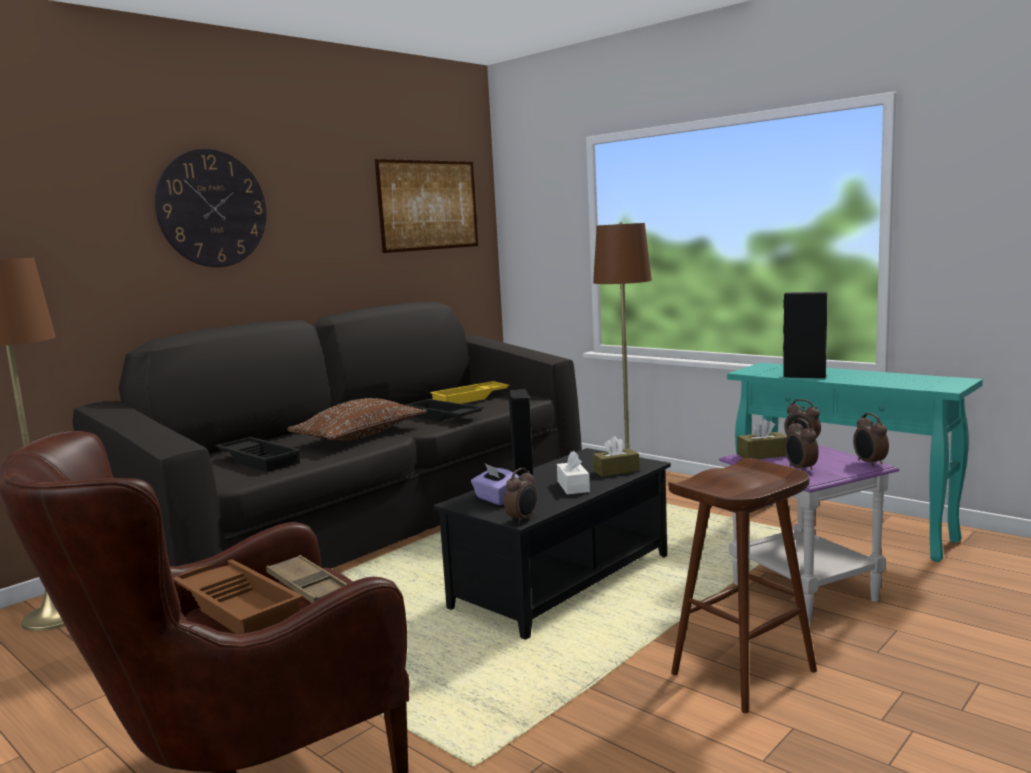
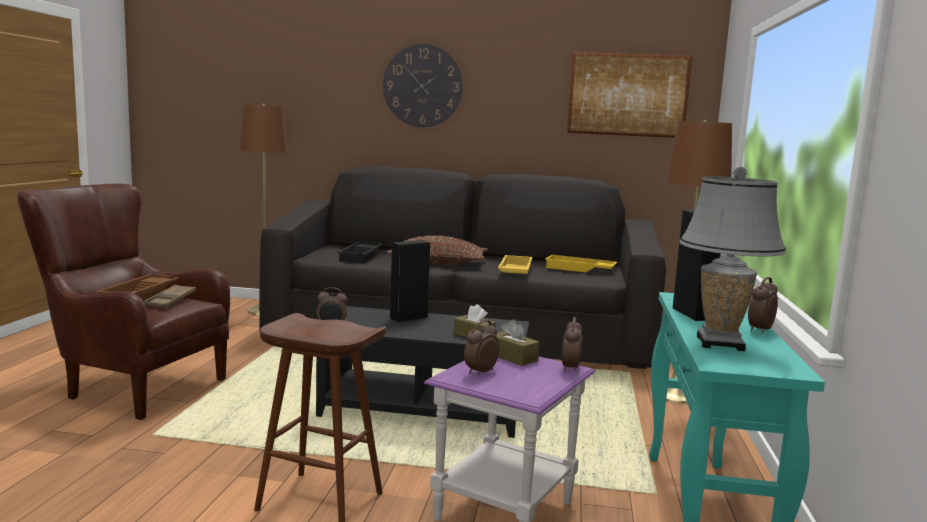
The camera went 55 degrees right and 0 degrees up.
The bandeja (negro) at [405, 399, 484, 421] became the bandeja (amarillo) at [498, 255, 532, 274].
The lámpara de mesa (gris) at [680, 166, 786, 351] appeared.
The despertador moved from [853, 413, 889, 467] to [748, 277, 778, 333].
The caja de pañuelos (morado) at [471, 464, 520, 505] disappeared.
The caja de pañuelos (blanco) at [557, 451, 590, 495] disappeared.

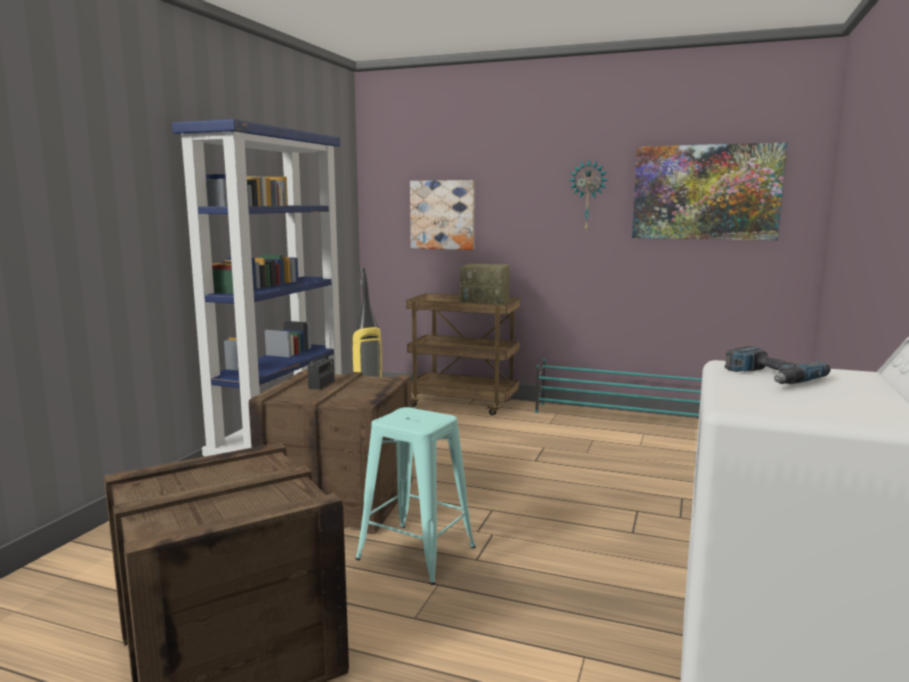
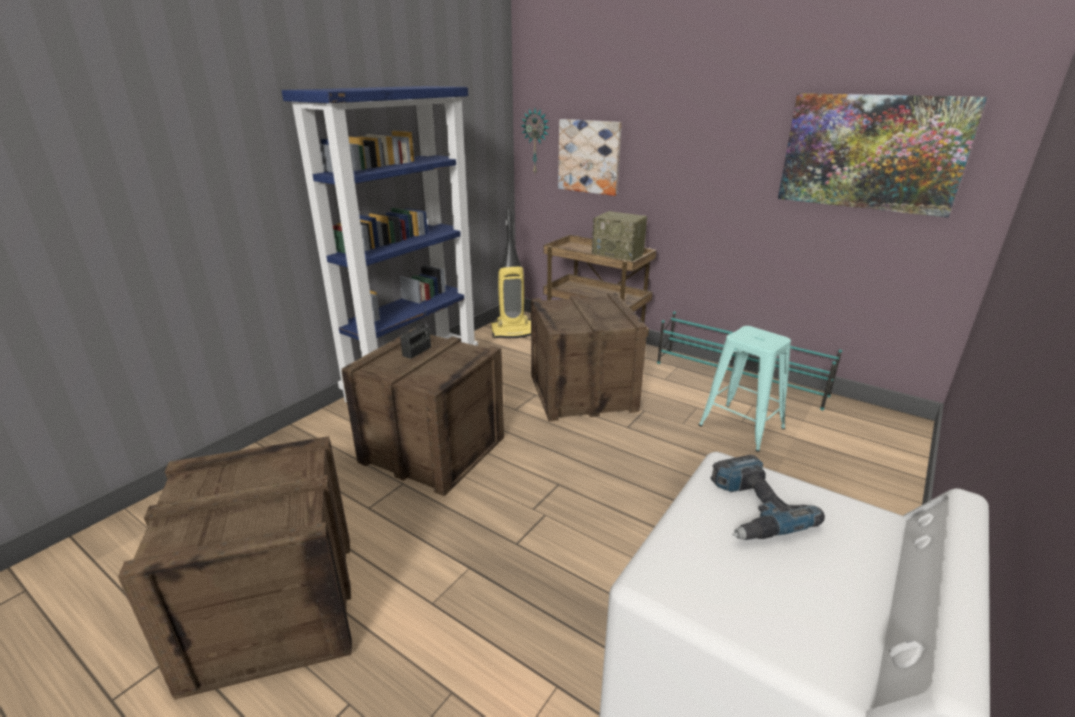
The camera went 15 degrees right and 15 degrees up.
The reloj de pared moved from [569, 160, 608, 231] to [522, 109, 549, 173].
The caja de embalaje at [531, 293, 647, 422] appeared.
The taburete (turquesa) moved from [355, 407, 476, 585] to [699, 326, 791, 452].

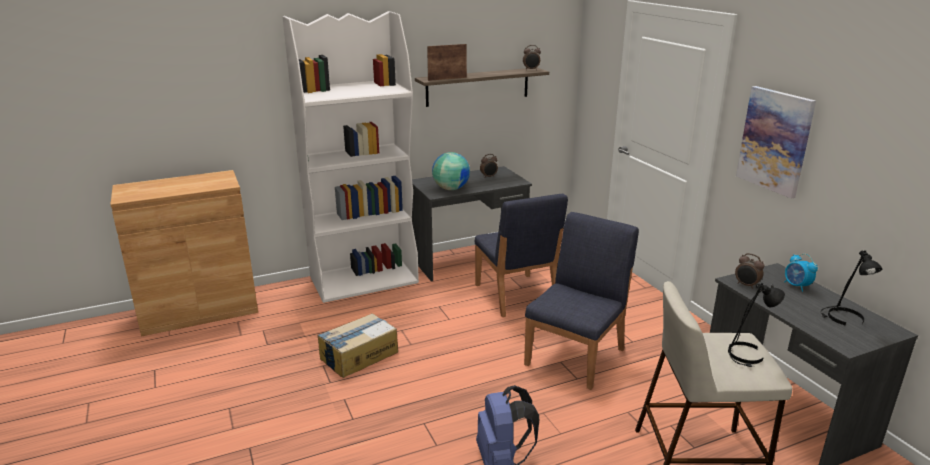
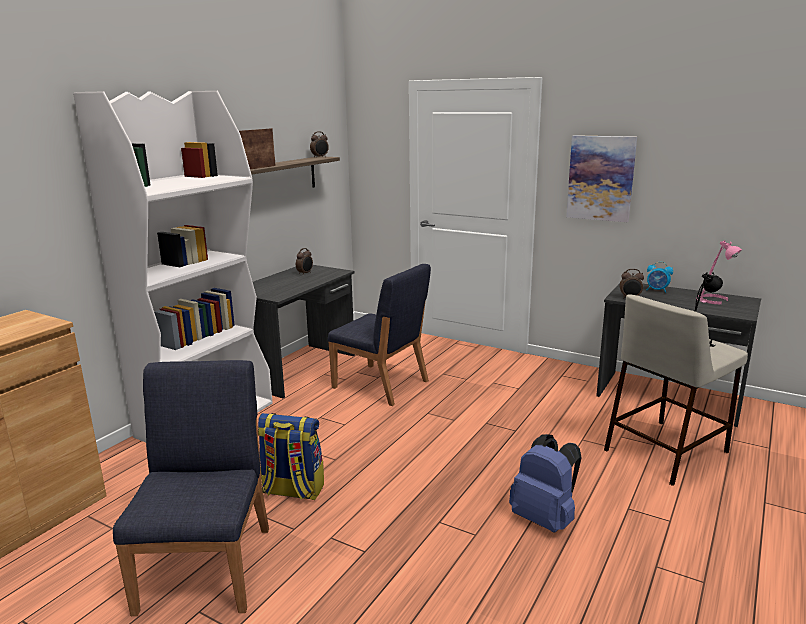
The camera went 35 degrees left and 5 degrees down.
The silla (azul) moved from [524, 212, 639, 390] to [113, 360, 269, 616].
The caja de cartón at [318, 313, 398, 378] was replaced by the mochila at [258, 413, 324, 500].
The lámpara de mesa (negro) at [820, 250, 882, 325] became the lámpara de mesa (rosa) at [696, 240, 742, 304].
The globo terráqueo at [432, 152, 470, 190] disappeared.

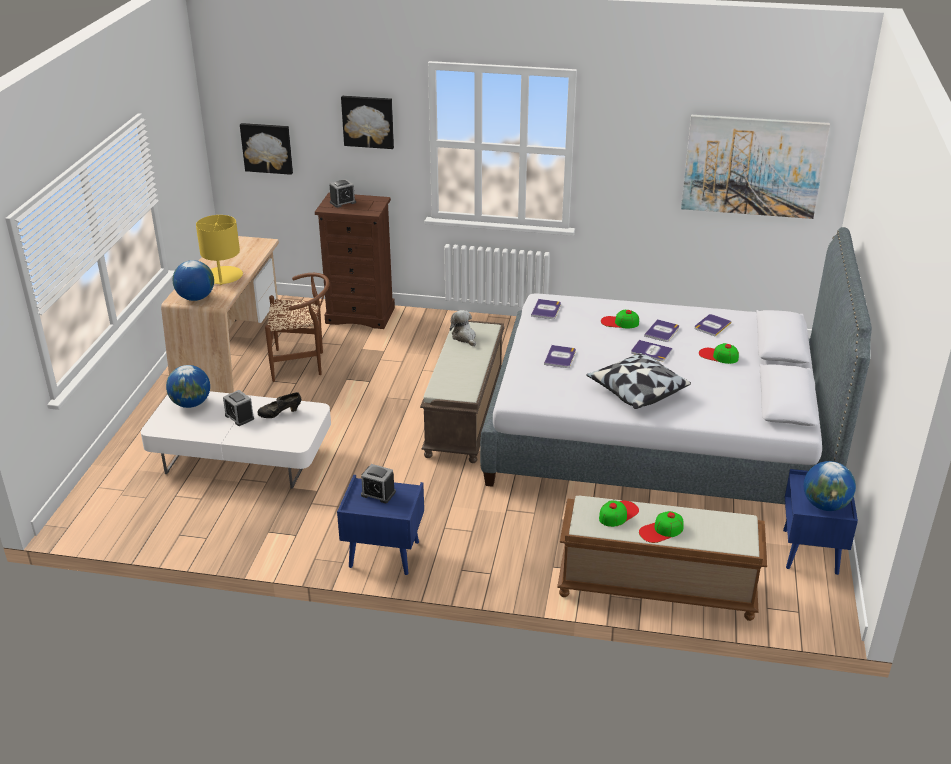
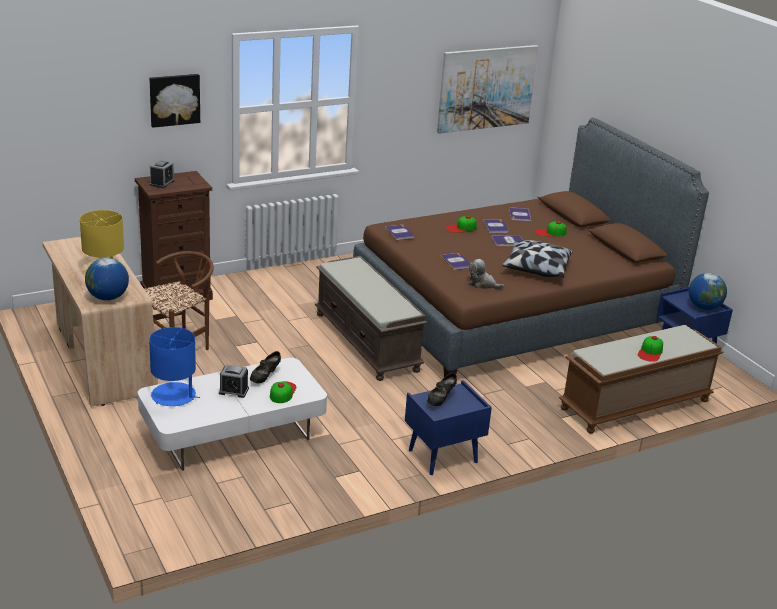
The camera went 40 degrees left and 5 degrees down.
The globo terráqueo at [166, 365, 210, 408] was replaced by the lámpara de mesa (azul) at [149, 327, 200, 406].
The gorra moved from [599, 501, 639, 527] to [270, 381, 296, 403].
The cama (gris) at [480, 227, 872, 504] became the cama (marrón) at [353, 117, 709, 377].
The despertador at [361, 464, 396, 503] was replaced by the zapato (negro) at [427, 373, 457, 407].
The peluche moved from [450, 310, 476, 347] to [468, 259, 504, 289].
The cuadro at [240, 123, 293, 175] disappeared.

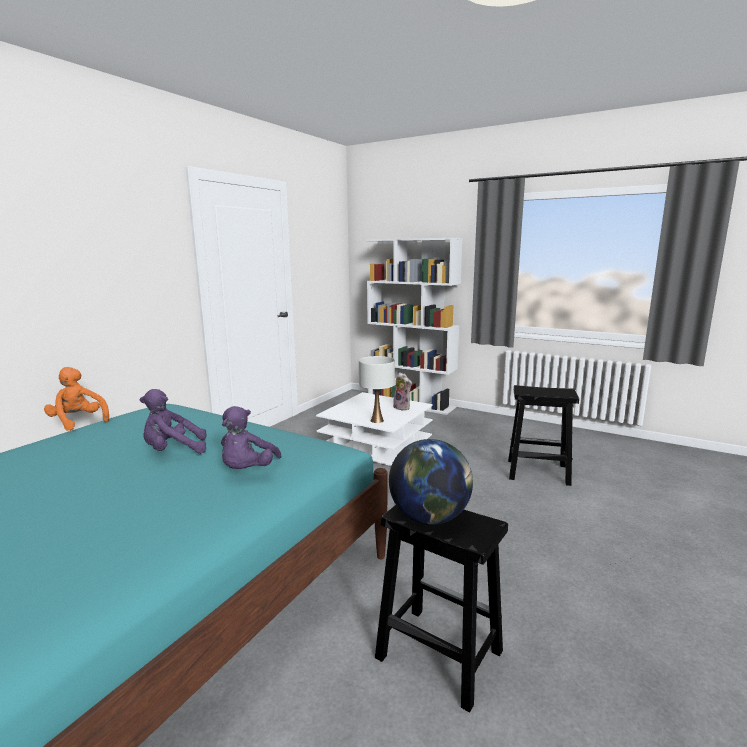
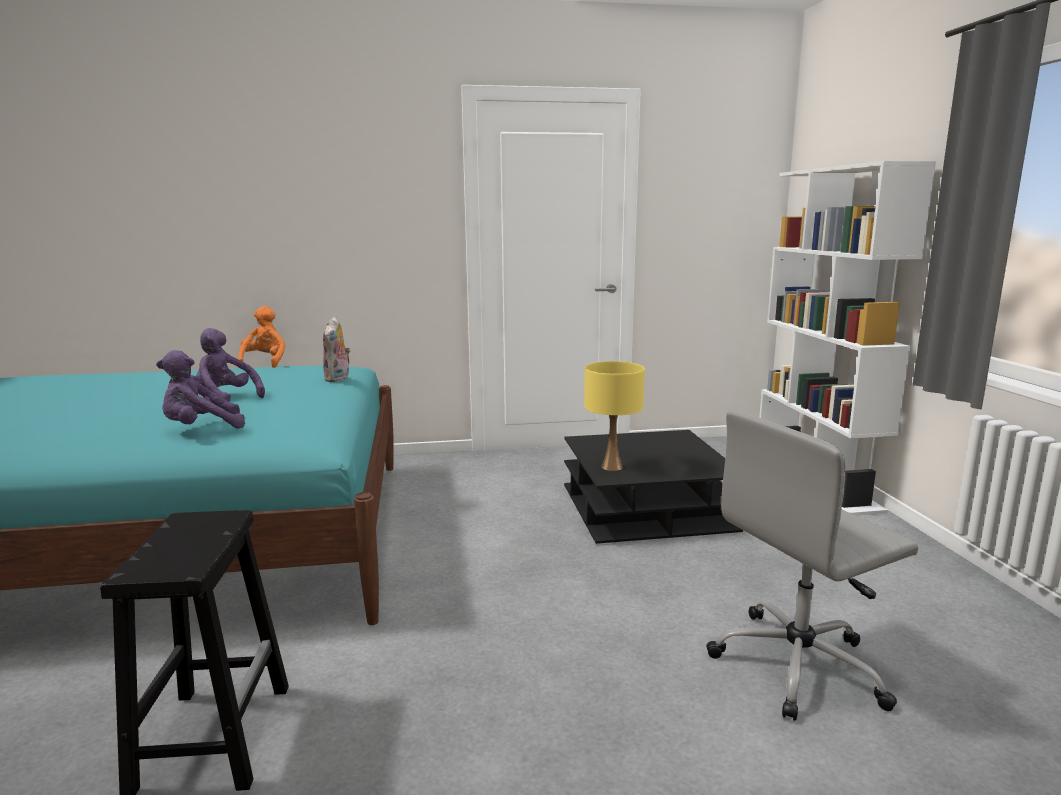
The camera went 50 degrees right and 0 degrees up.
The peluche moved from [393, 372, 412, 411] to [323, 317, 351, 382].
The mesa de centro (blanco) at [316, 392, 433, 466] became the mesa de centro (negro) at [564, 430, 743, 544].
The lámpara de mesa (blanco) at [359, 356, 395, 423] became the lámpara de mesa (amarillo) at [584, 361, 645, 471].
The taburete (negro) at [508, 385, 579, 486] was replaced by the silla de oficina (gris) at [706, 412, 918, 721].
The globo terráqueo at [389, 439, 473, 524] disappeared.

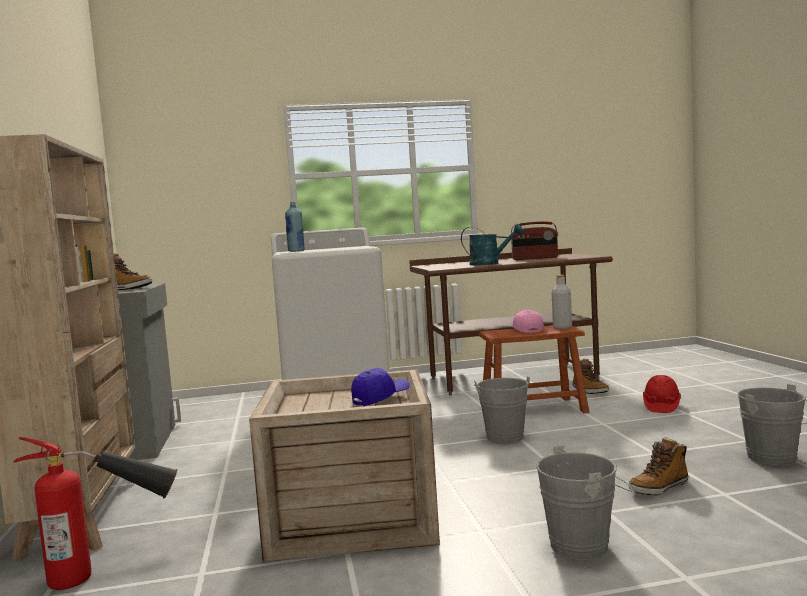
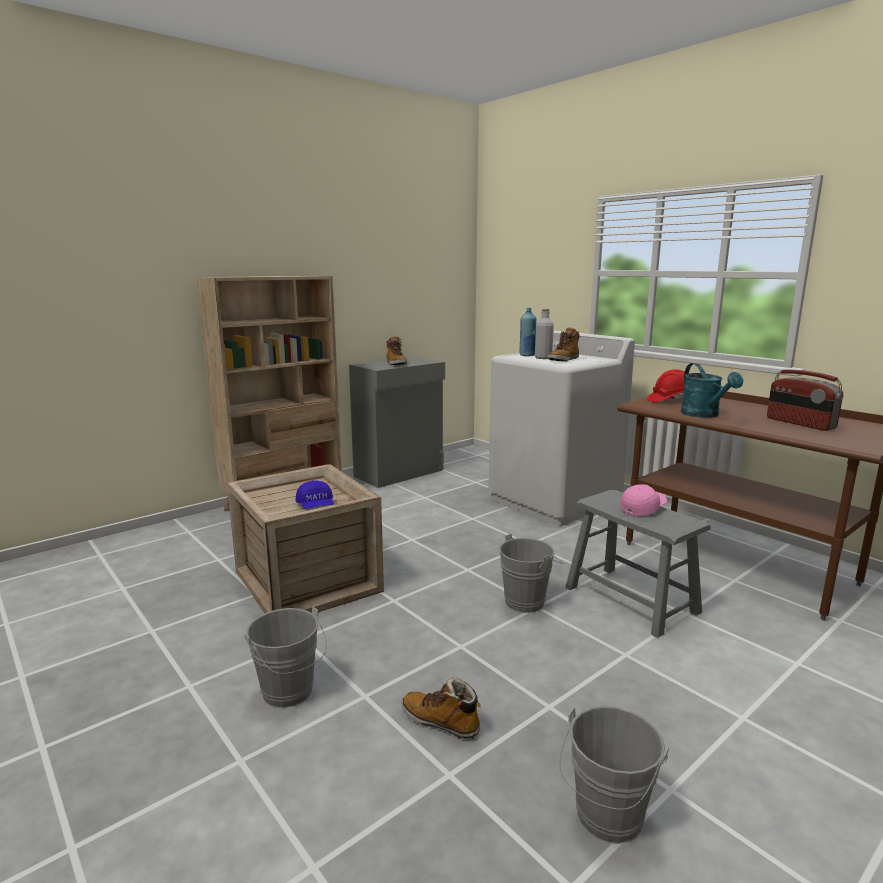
The camera went 60 degrees right and 10 degrees up.
The gorra (azul) at [351, 368, 410, 406] turned 45 degrees clockwise.
The botella (gris) moved from [552, 275, 572, 329] to [535, 309, 554, 359].
The bota moved from [572, 359, 609, 394] to [548, 327, 580, 362].
The taburete (marrón) at [479, 325, 589, 413] became the taburete (gris) at [565, 490, 711, 638].
The casco (rojo) moved from [643, 375, 681, 413] to [647, 369, 685, 403].
The extintor at [13, 437, 177, 590] disappeared.

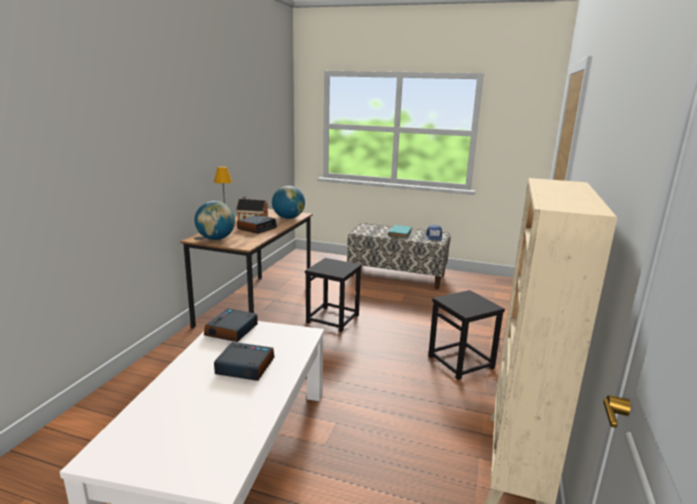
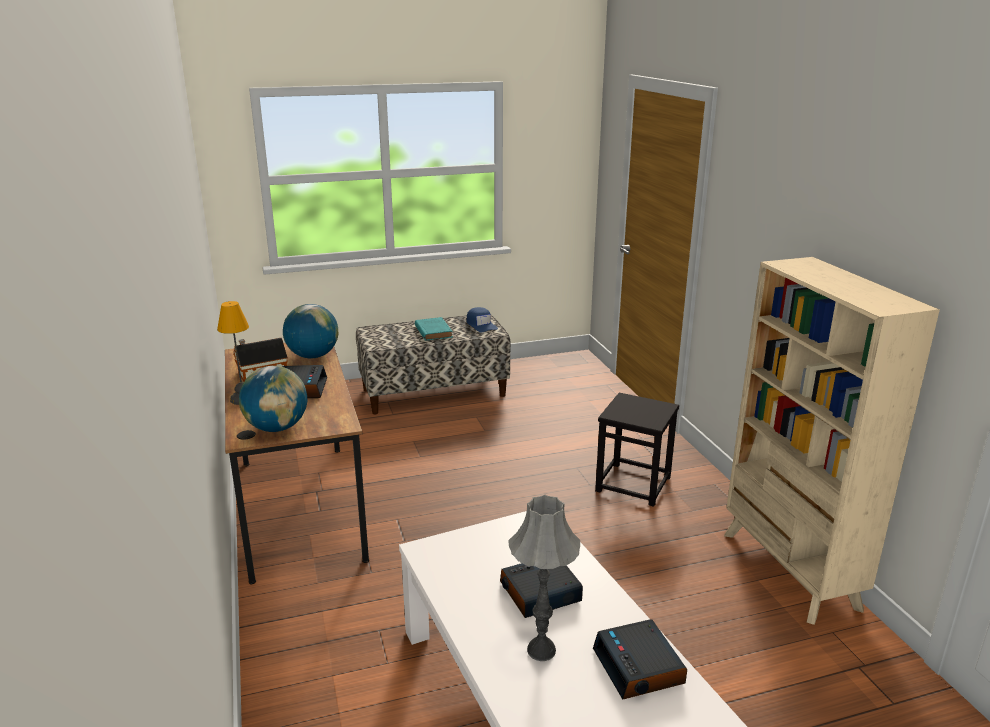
The camera went 35 degrees left and 5 degrees up.
The lámpara de mesa (gris) at [508, 495, 580, 661] appeared.
The despertador moved from [204, 308, 258, 342] to [593, 619, 687, 700].
The taburete (negro) at [305, 258, 362, 332] disappeared.

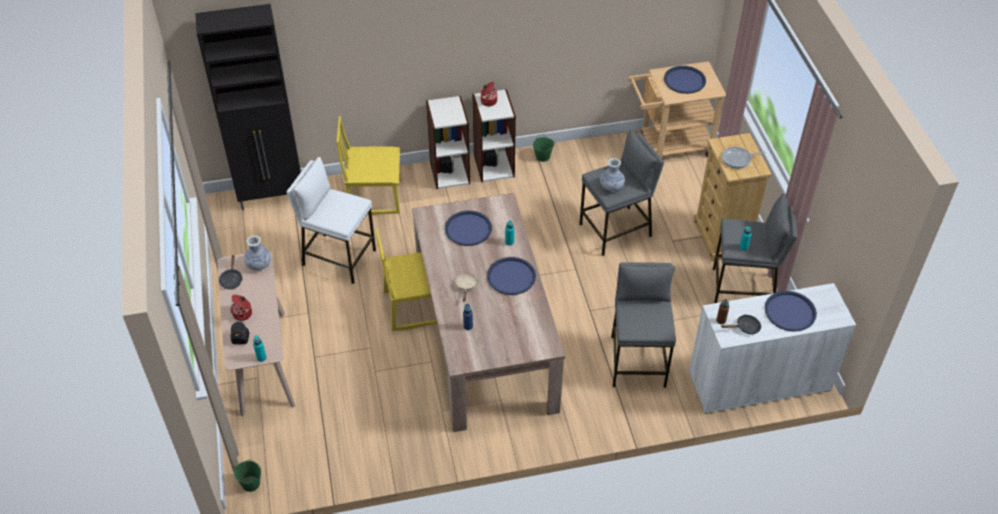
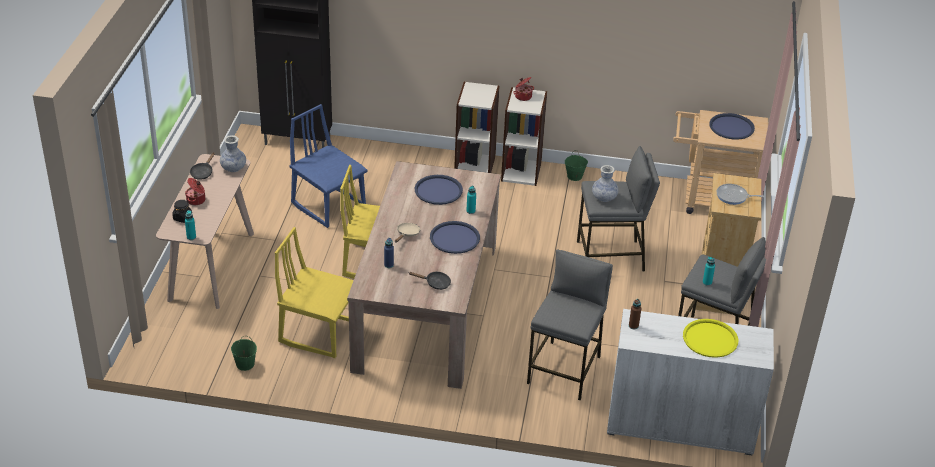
The camera went 20 degrees right and 10 degrees down.
The cubo (verde) moved from [234, 459, 261, 492] to [231, 336, 257, 371].
The silla (amarillo) moved from [337, 116, 401, 215] to [275, 227, 353, 358].
The taburete (blanco) at [287, 157, 376, 284] was replaced by the silla (azul) at [290, 104, 367, 228].
The sartén (negro) moved from [721, 315, 761, 334] to [409, 272, 451, 290].
The bandeja (azul) at [765, 291, 817, 332] became the bandeja (amarillo) at [683, 319, 738, 358].

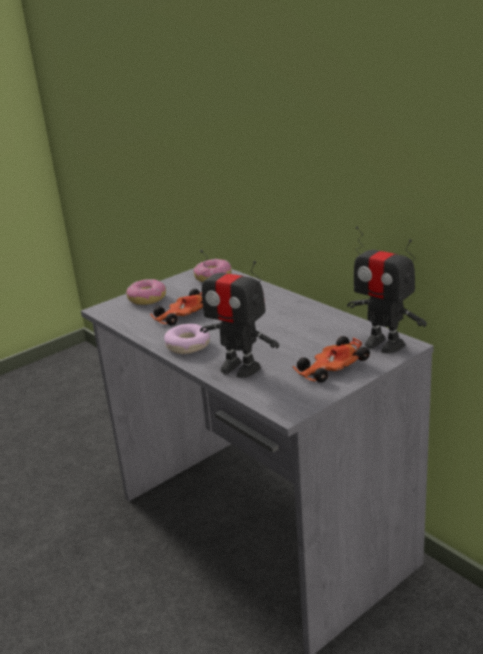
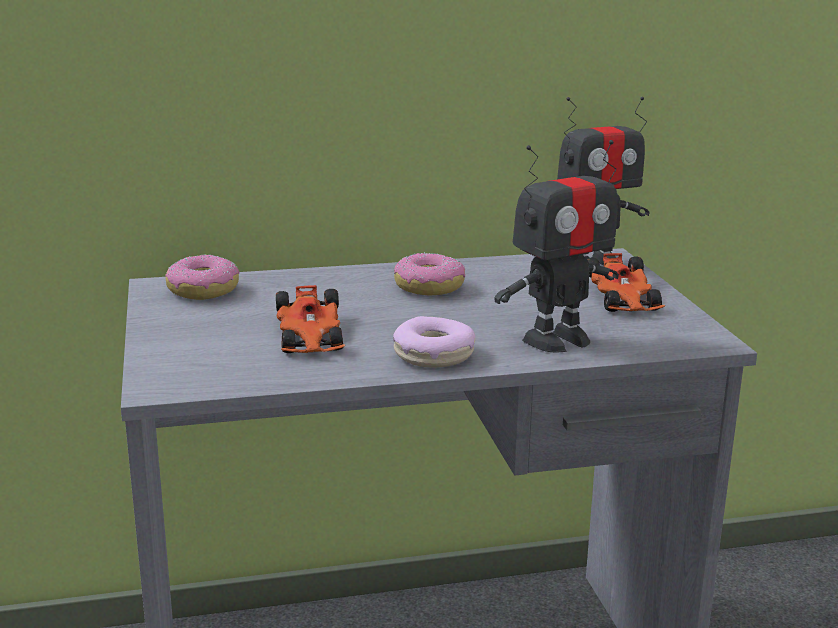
The camera went 65 degrees left and 5 degrees down.
The rosquilla moved from [126, 279, 166, 305] to [394, 253, 465, 296].

